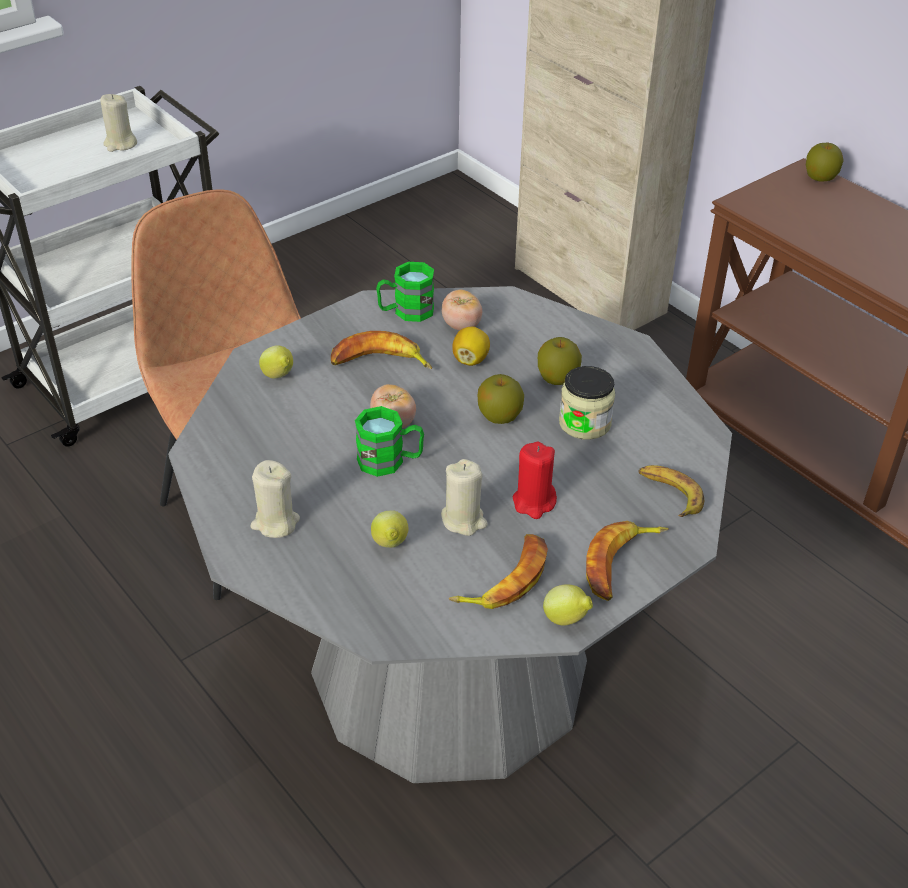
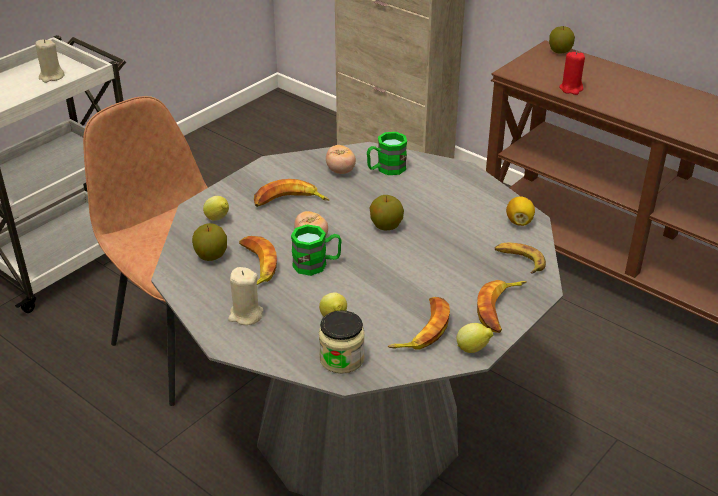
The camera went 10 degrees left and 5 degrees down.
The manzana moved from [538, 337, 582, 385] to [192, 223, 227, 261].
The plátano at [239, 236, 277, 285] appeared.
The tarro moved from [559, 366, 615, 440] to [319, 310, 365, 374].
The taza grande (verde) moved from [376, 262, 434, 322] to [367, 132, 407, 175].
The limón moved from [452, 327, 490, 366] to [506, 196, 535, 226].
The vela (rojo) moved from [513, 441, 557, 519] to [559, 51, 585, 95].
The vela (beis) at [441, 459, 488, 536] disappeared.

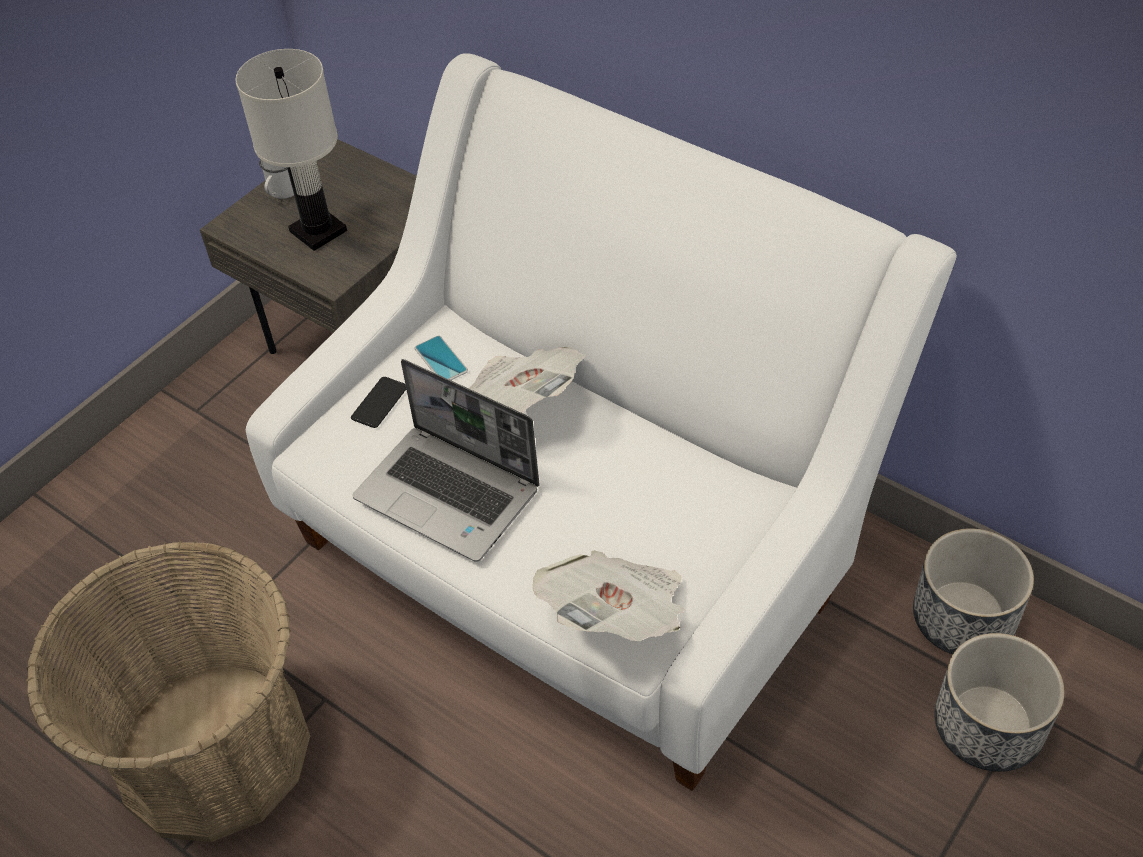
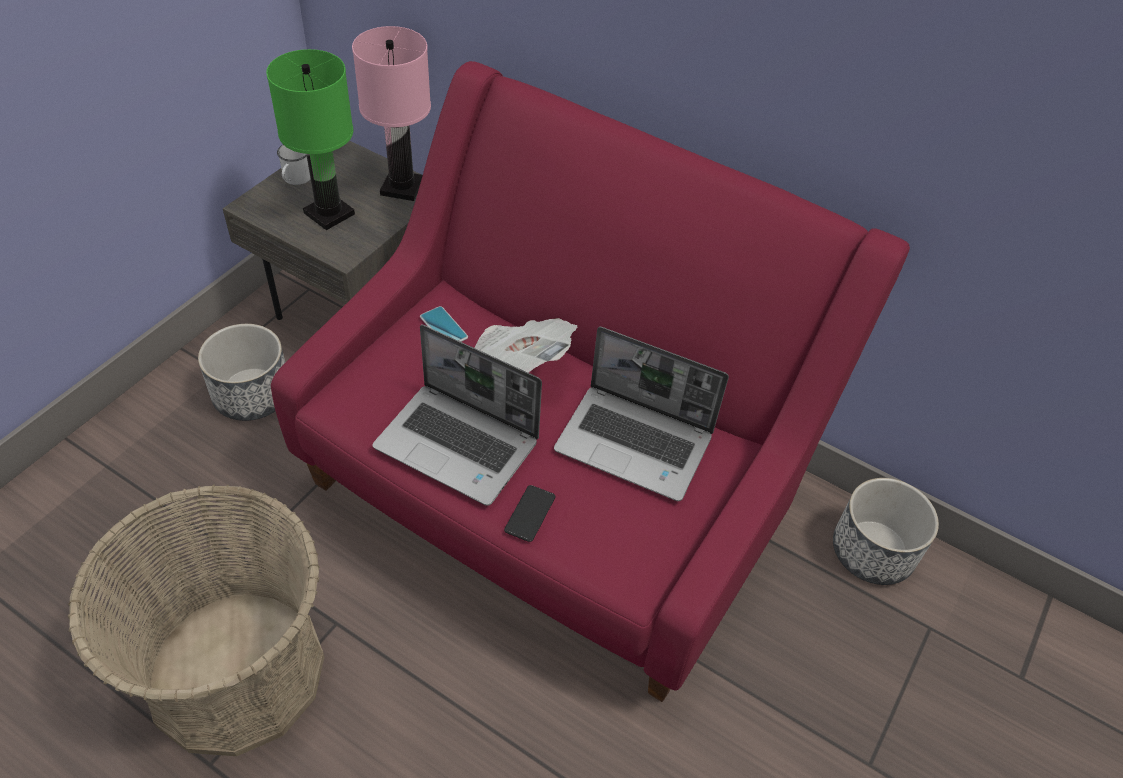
The camera went 10 degrees left and 0 degrees up.
The maceta moved from [934, 633, 1064, 772] to [198, 324, 285, 421].
The lámpara de mesa (blanco) at [235, 49, 347, 251] became the lámpara de mesa (verde) at [266, 49, 355, 230].
The sofá (blanco) at [246, 53, 957, 791] became the sofá (rojo) at [271, 61, 910, 702].
The lámpara de mesa (rosa) at [352, 26, 431, 201] appeared.
The móvil moved from [351, 377, 406, 428] to [504, 485, 556, 542].
The portátil at [554, 327, 729, 501] appeared.
The periódico at [532, 550, 684, 641] disappeared.

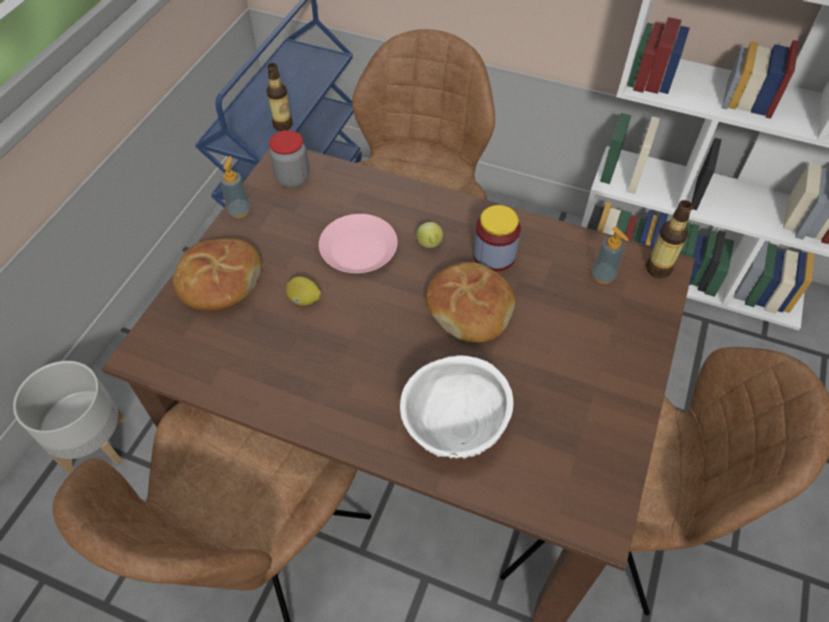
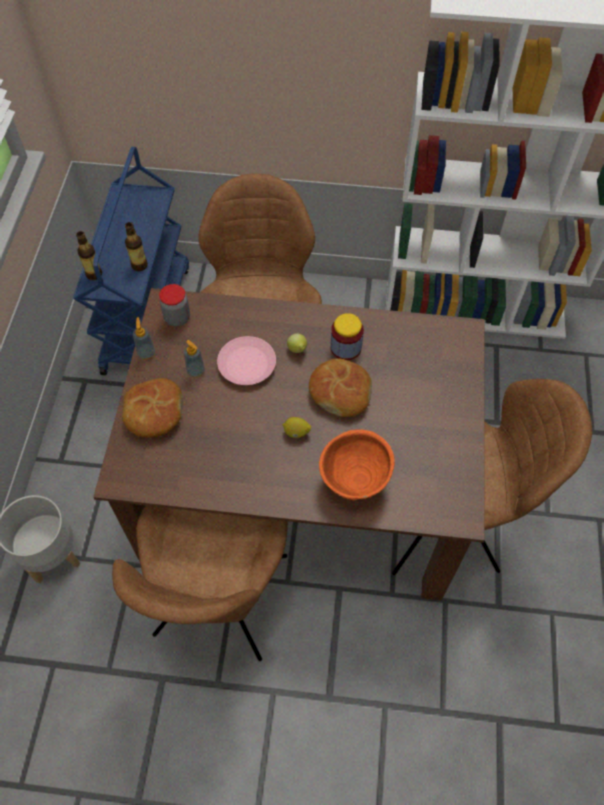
The camera went 15 degrees left and 5 degrees up.
The botella moved from [646, 200, 693, 278] to [76, 231, 102, 280].
The dispensador de jabón moved from [591, 227, 628, 284] to [184, 340, 205, 378].
The limón moved from [286, 276, 321, 306] to [283, 417, 311, 438].
The cuenco (blanco) at [400, 355, 514, 459] became the cuenco (naranja) at [319, 429, 395, 501].

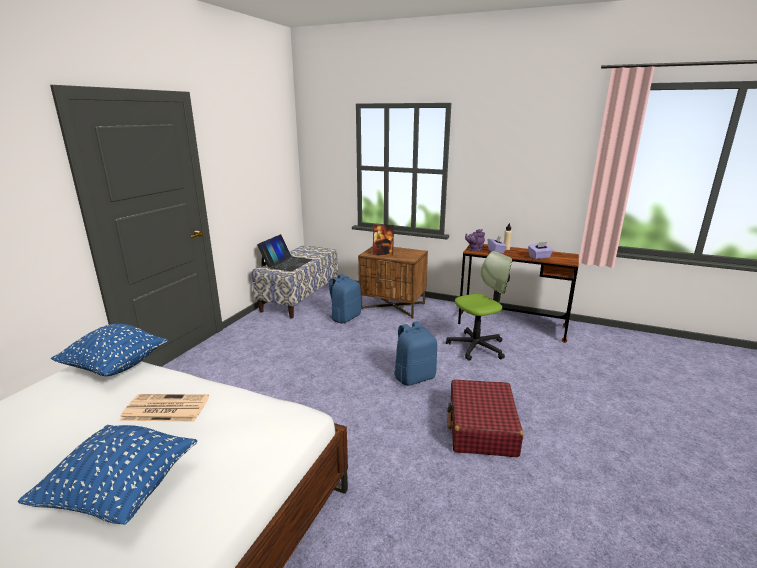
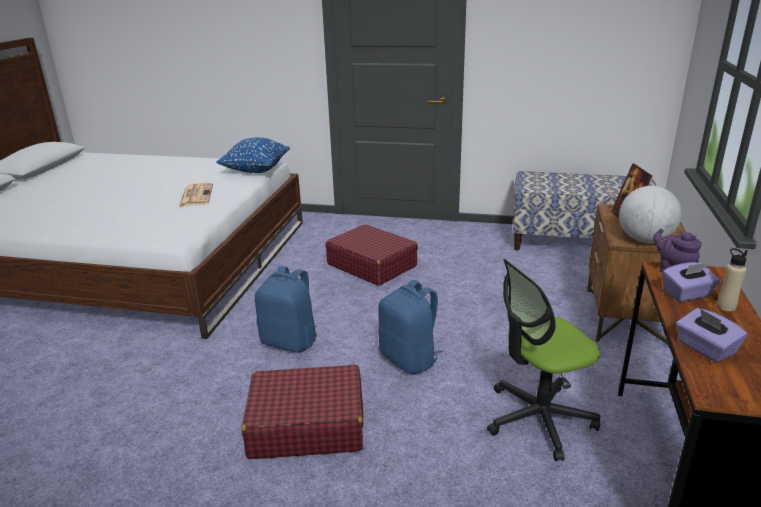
The camera went 80 degrees right and 5 degrees up.
The mochila (azul) moved from [327, 274, 361, 323] to [255, 266, 317, 352].
The maleta (rojo) at [326, 224, 418, 286] appeared.
The silla de oficina at [446, 251, 512, 361] turned 105 degrees clockwise.
The globo terráqueo at [619, 186, 682, 243] appeared.
The cojín (azul) at [18, 425, 197, 525] disappeared.
The portátil at [257, 234, 313, 271] disappeared.

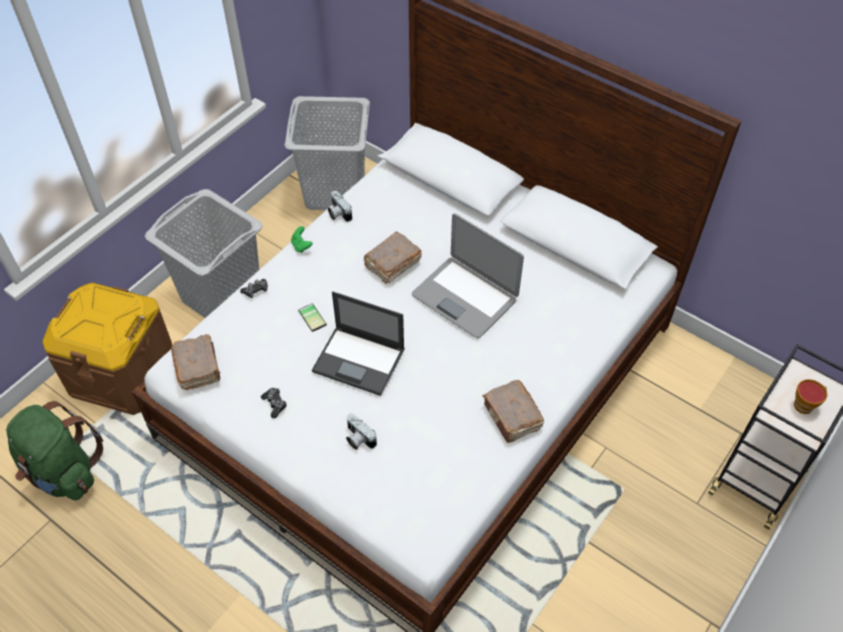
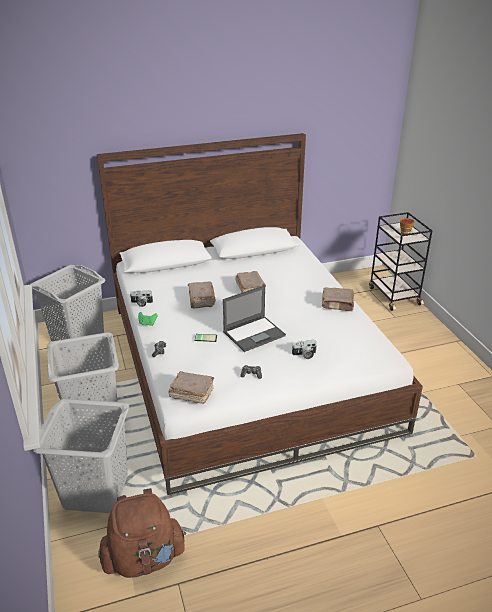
The camera went 55 degrees left and 20 degrees down.
The caja de almacenaje (marrón) at [42, 282, 173, 415] was replaced by the cesto de la ropa (gris) at [33, 399, 129, 513].
The mochila (verde) at [6, 401, 103, 500] became the mochila (marrón) at [98, 488, 186, 578].
The portátil at [412, 213, 524, 338] was replaced by the libro (marrón) at [235, 271, 266, 293].

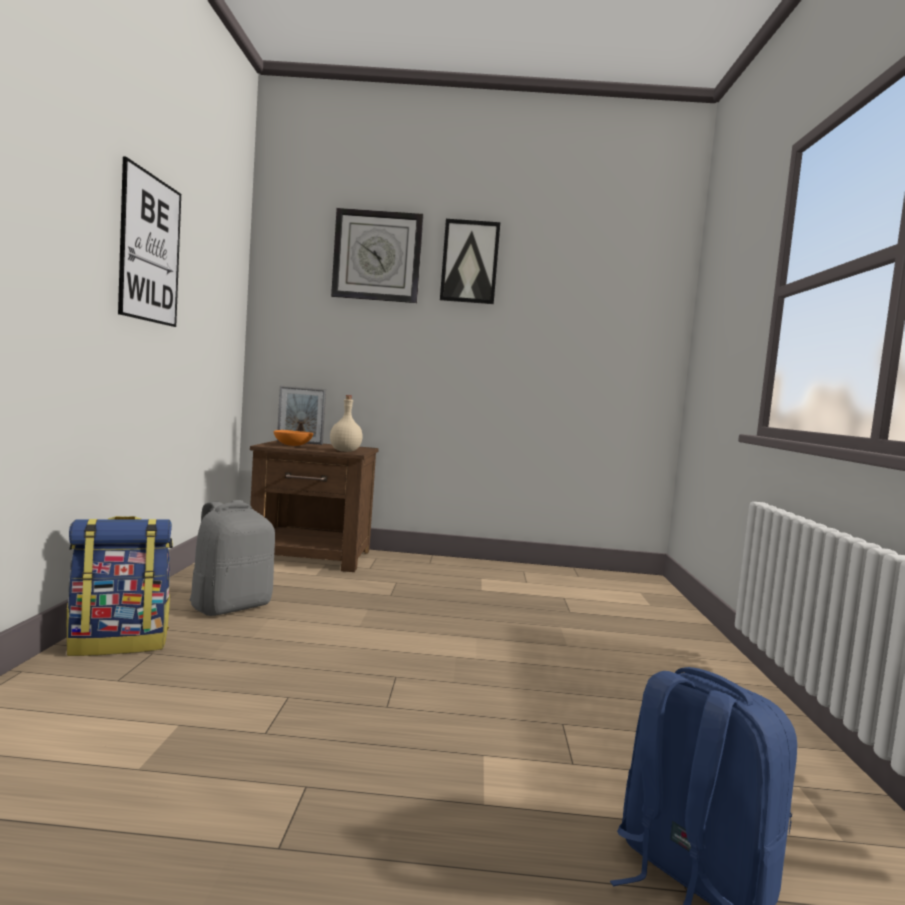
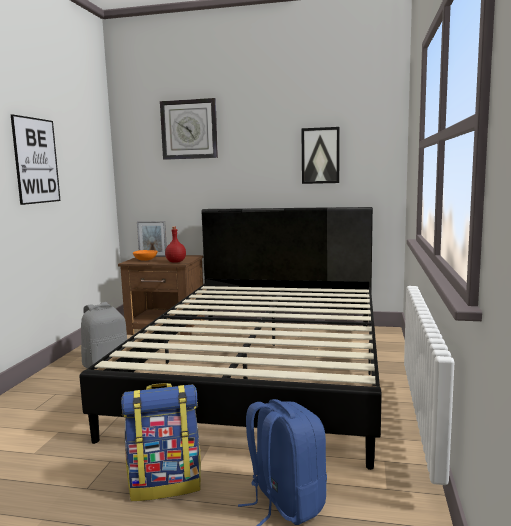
The camera went 10 degrees right and 5 degrees up.
The cama (negro) at [79, 207, 382, 470] appeared.
The mochila moved from [67, 516, 173, 656] to [121, 383, 201, 501].
The botella (beis) at [330, 395, 363, 452] became the botella (rojo) at [165, 227, 186, 263].
The cuadro moved from [440, 219, 500, 304] to [301, 127, 340, 184].

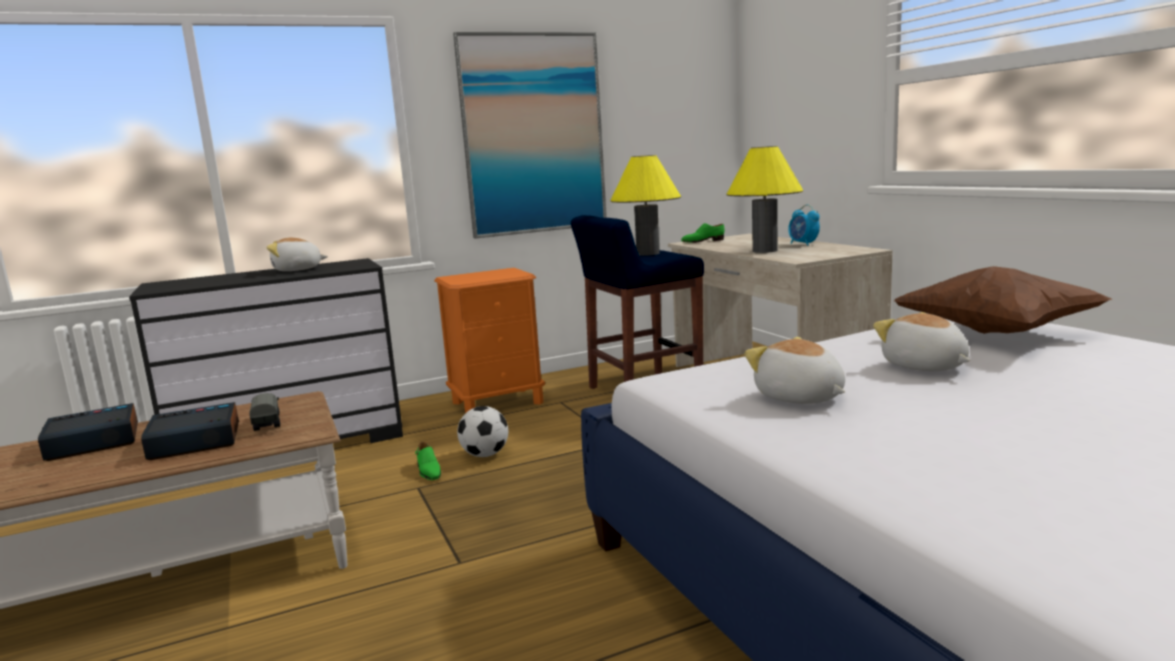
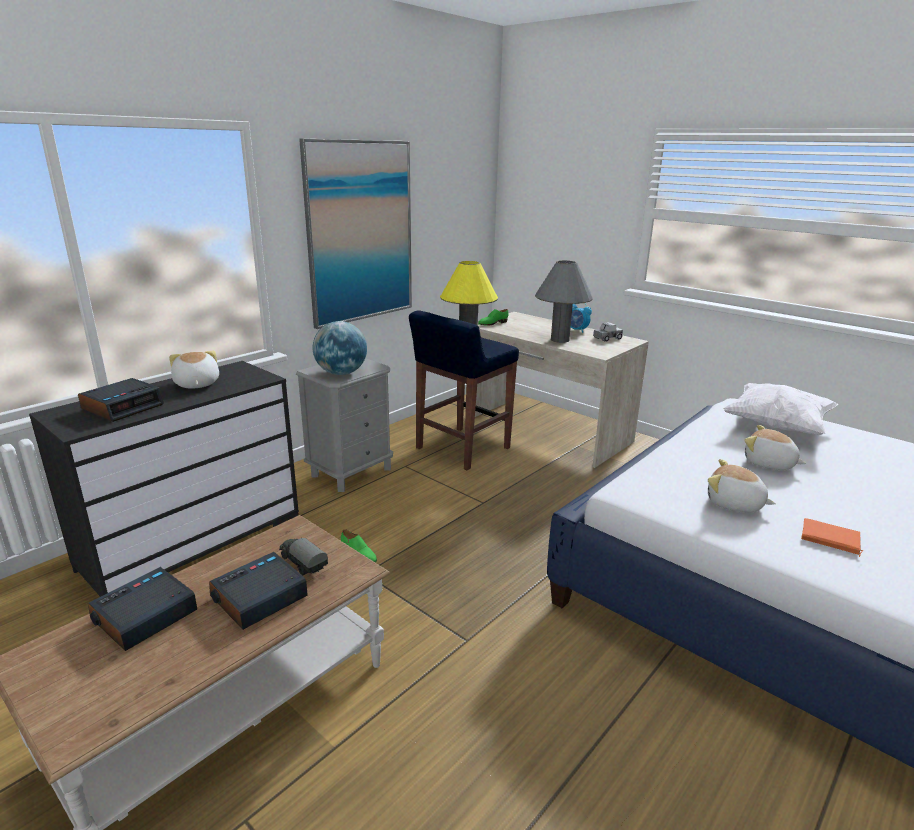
The camera went 25 degrees left and 10 degrees up.
The despertador at [78, 378, 164, 422] appeared.
The peluche at [267, 238, 328, 271] turned 105 degrees clockwise.
The mesita de noche (naranja) at [434, 268, 545, 413] became the mesita de noche (gris) at [296, 358, 393, 492].
The globo terráqueo at [313, 321, 367, 375] appeared.
The lámpara de mesa (amarillo) at [726, 146, 803, 253] became the lámpara de mesa (gris) at [535, 260, 593, 343].
The camión de juguete at [593, 322, 623, 342] appeared.
The cojín (marrón) at [895, 266, 1112, 334] became the cojín (blanco) at [723, 383, 838, 435].
The libro (naranja) at [801, 518, 864, 557] appeared.
The balón de fútbol at [457, 406, 508, 457] disappeared.

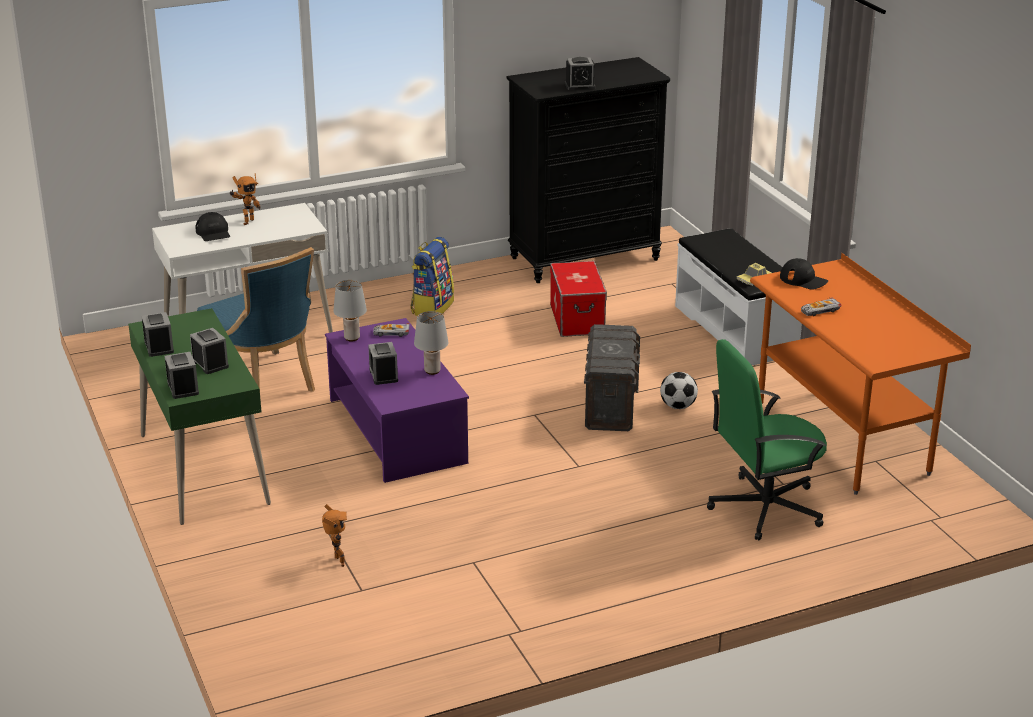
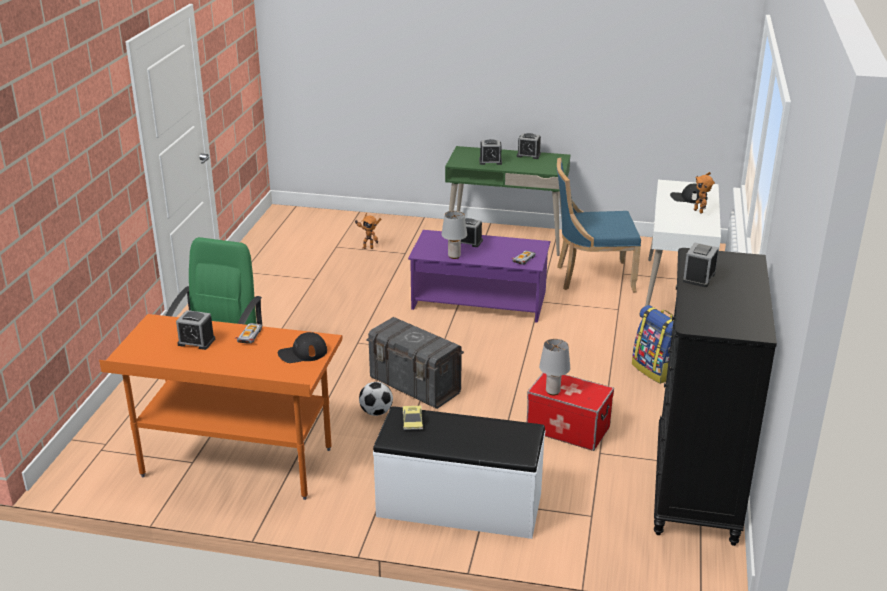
The camera went 125 degrees right and 0 degrees up.
The despertador moved from [165, 352, 199, 399] to [176, 310, 215, 350].
The lámpara de mesa (gris) moved from [333, 280, 367, 341] to [539, 339, 570, 395].

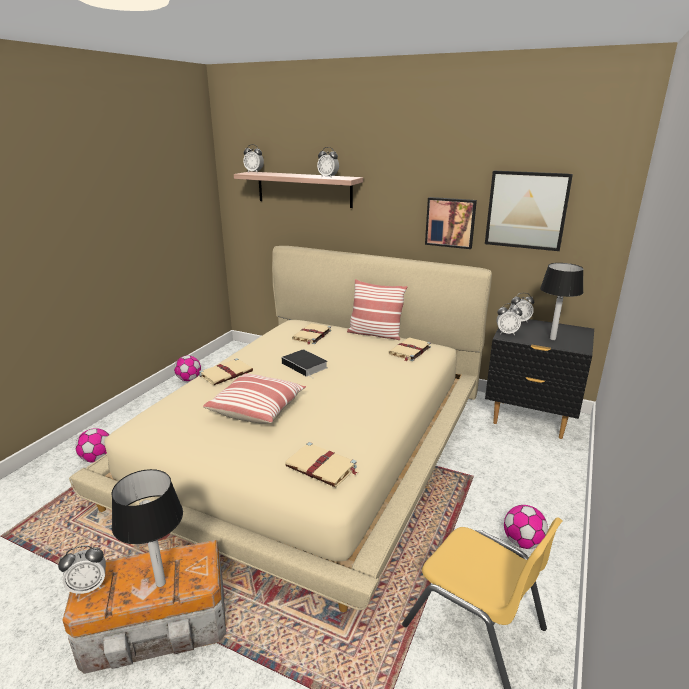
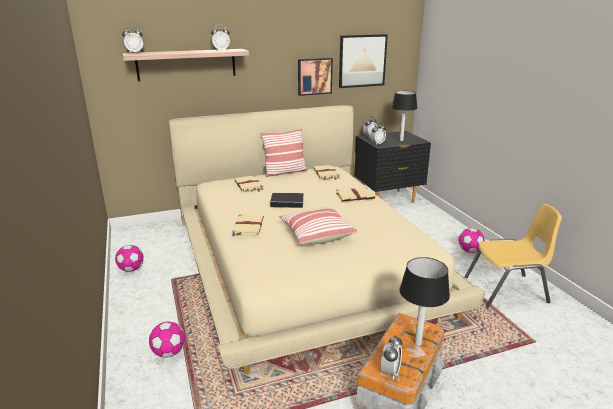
The camera went 45 degrees left and 0 degrees up.
The libro (beis) moved from [285, 442, 358, 487] to [336, 187, 375, 201].

